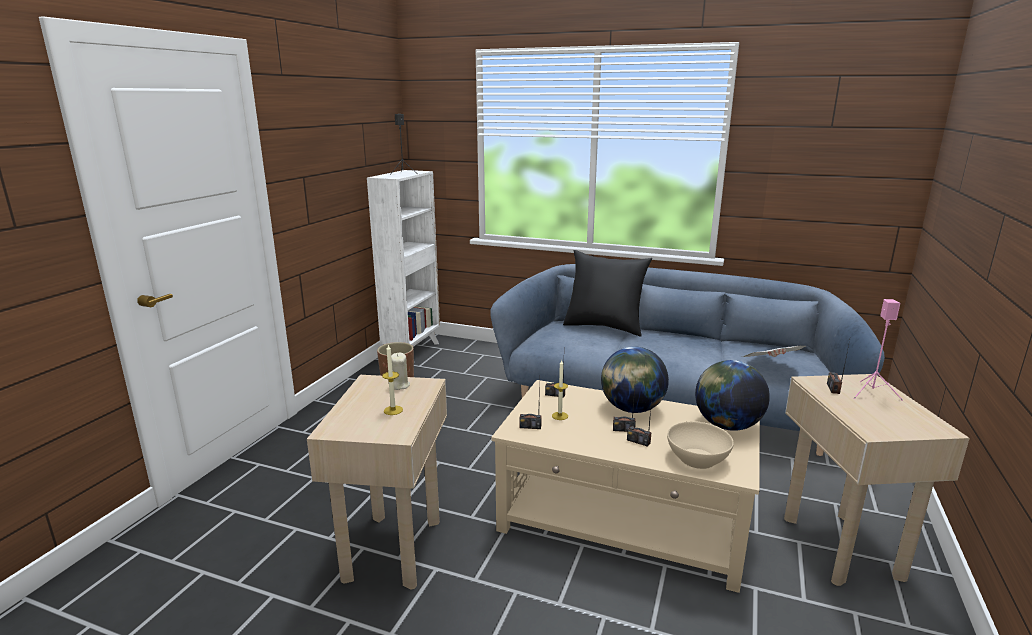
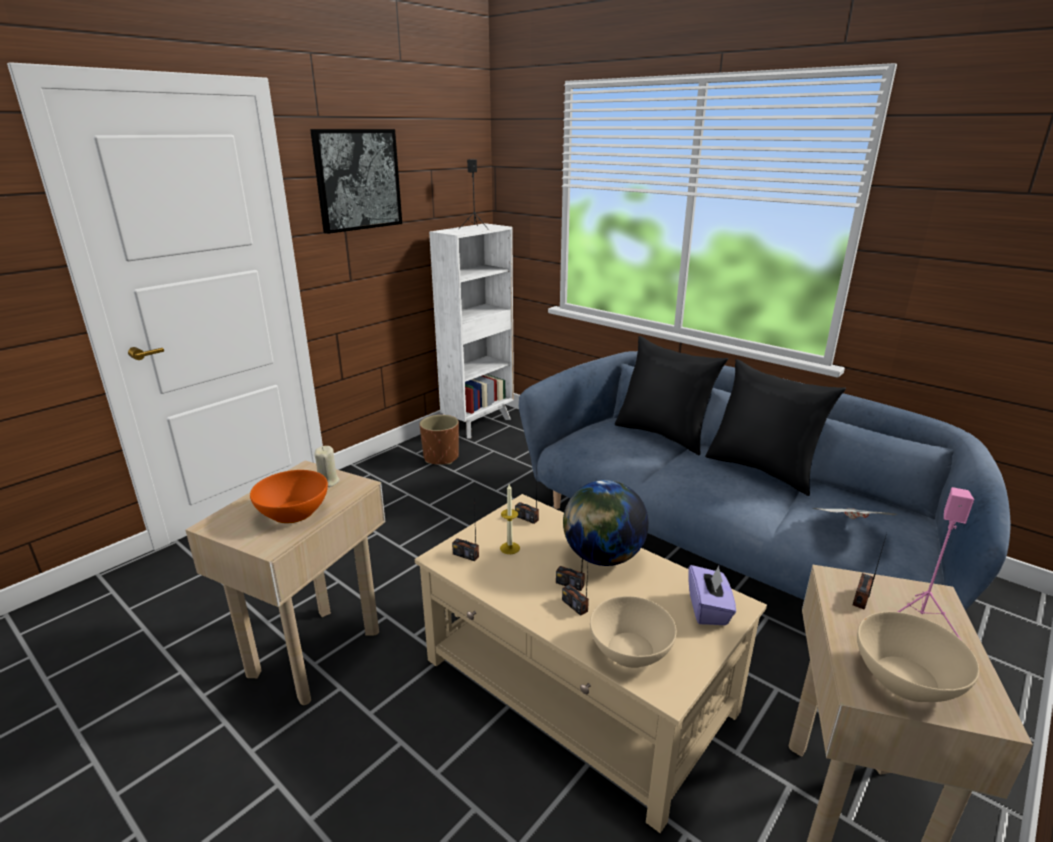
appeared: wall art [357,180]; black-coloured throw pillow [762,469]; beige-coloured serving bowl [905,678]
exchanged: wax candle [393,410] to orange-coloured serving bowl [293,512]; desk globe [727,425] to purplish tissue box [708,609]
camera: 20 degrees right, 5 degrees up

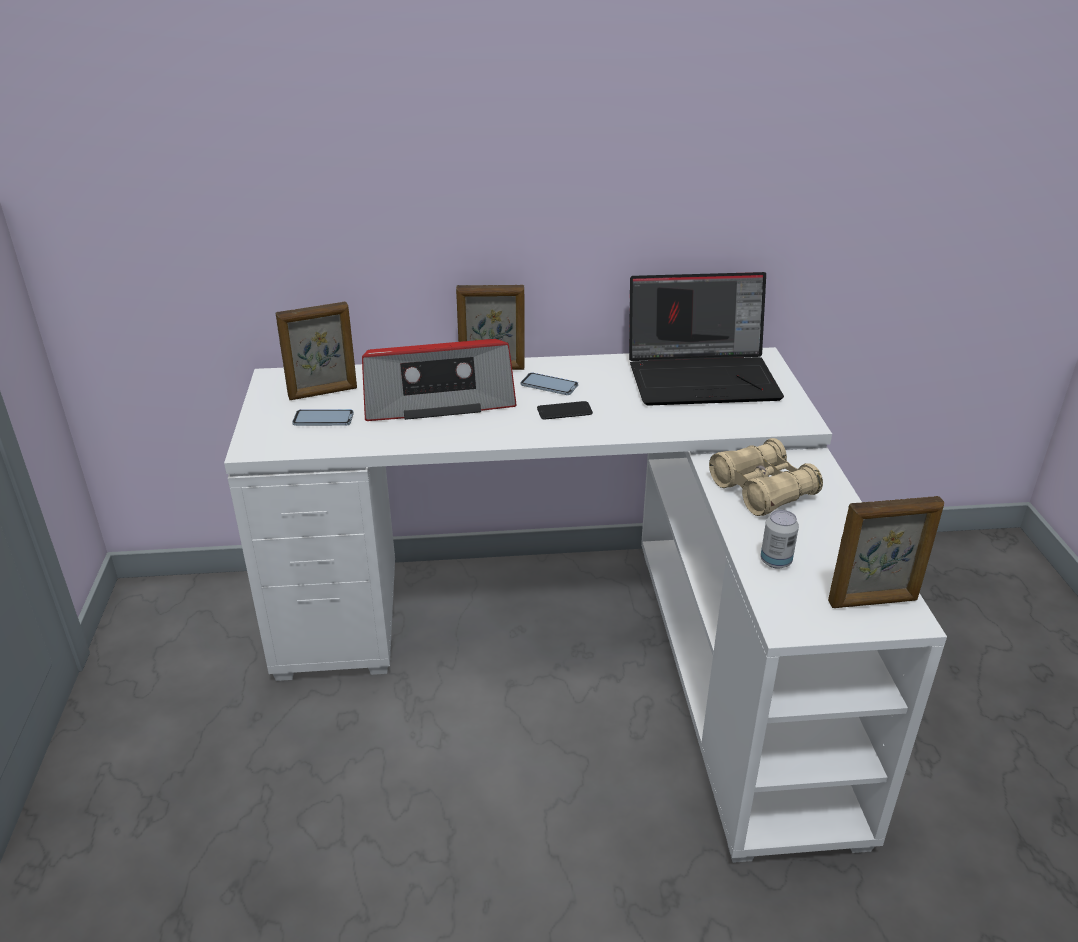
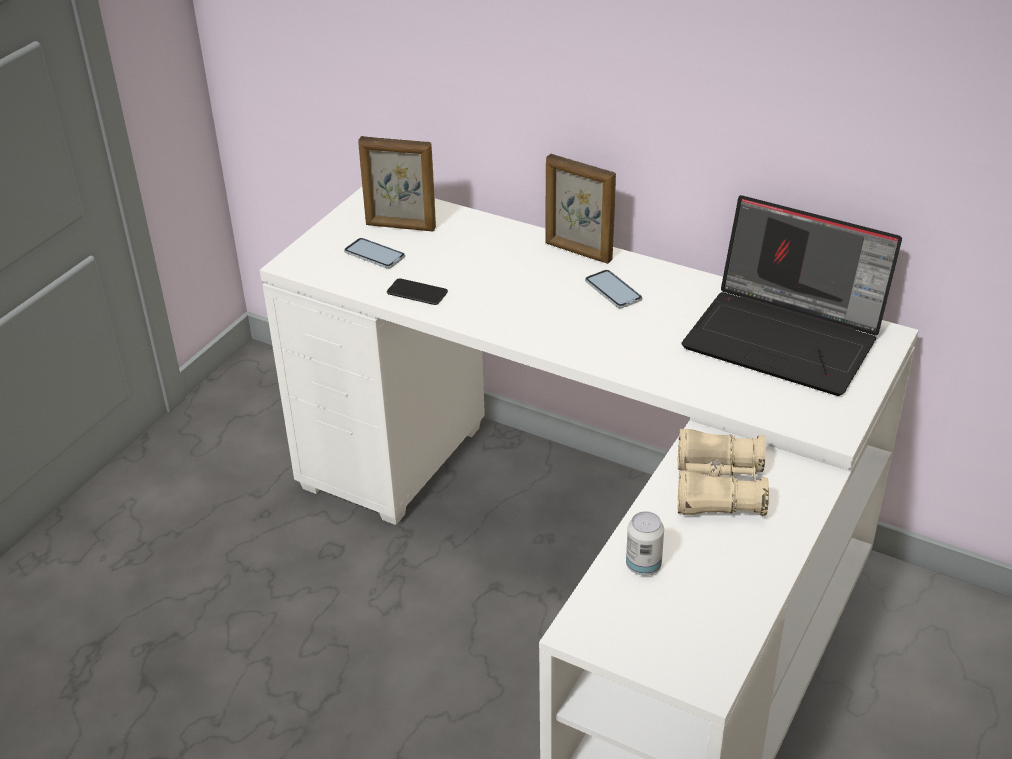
missing: radio set [438,398]; picture frame [873,601]
relocated: handset [564,411] to [417,293]
camera: 35 degrees right, 5 degrees up

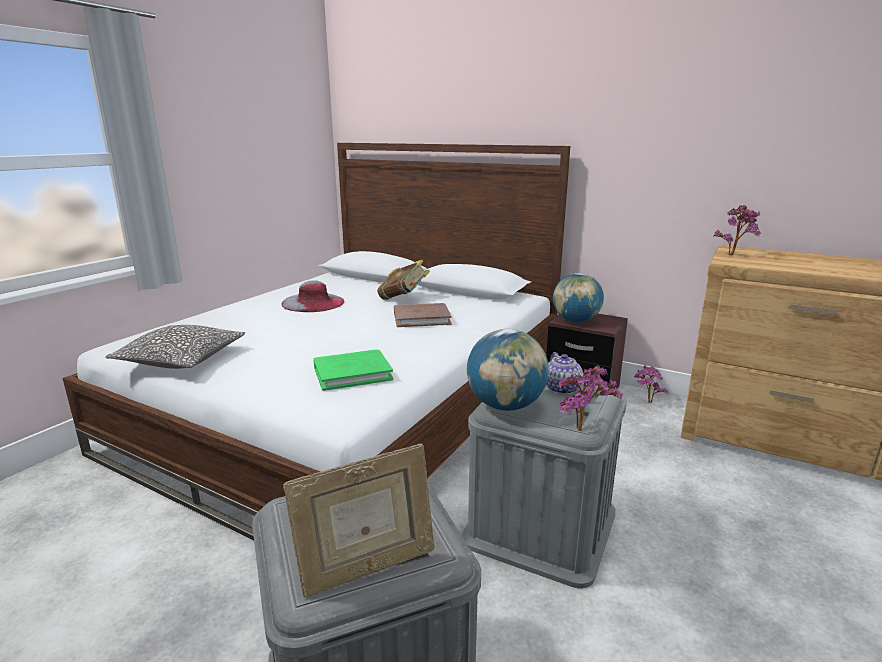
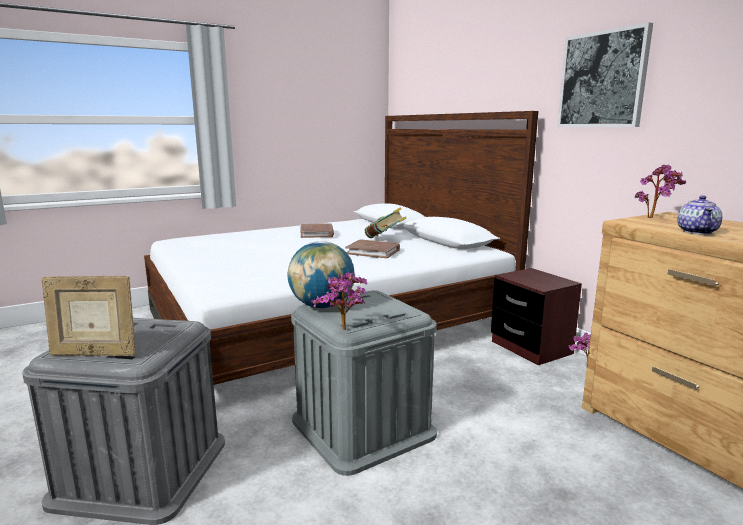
missing: throw pillow [182,359]; green-coloured book [352,373]; desk globe [575,321]
appeared: wall art [602,80]
relocated: tea pot [562,388] to [697,231]
exchanged: gray wearable hat [313,302] to brown book [317,233]
camera: 30 degrees right, 5 degrees down

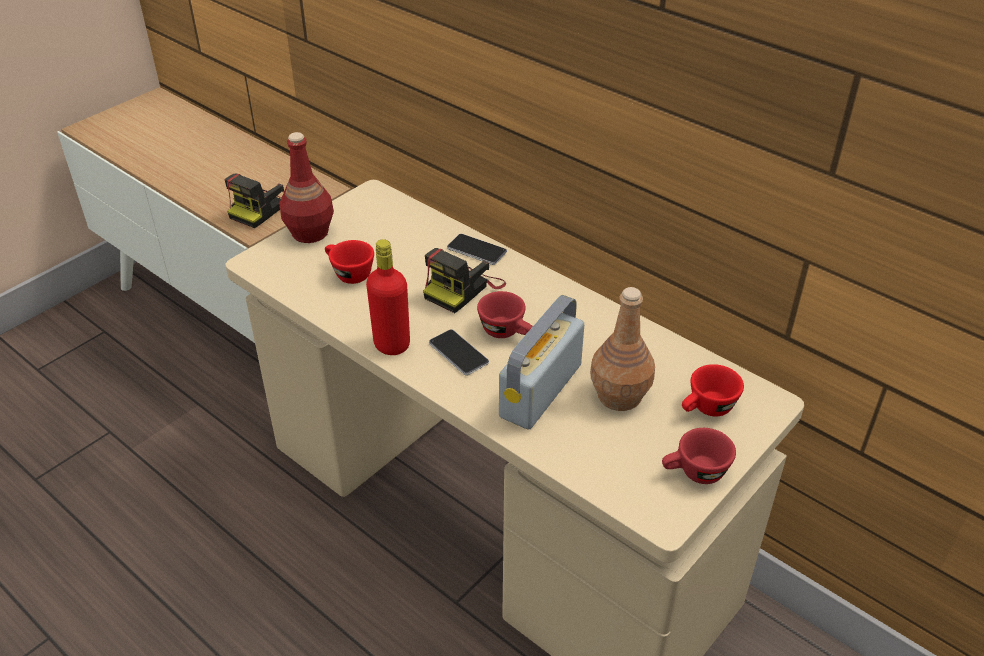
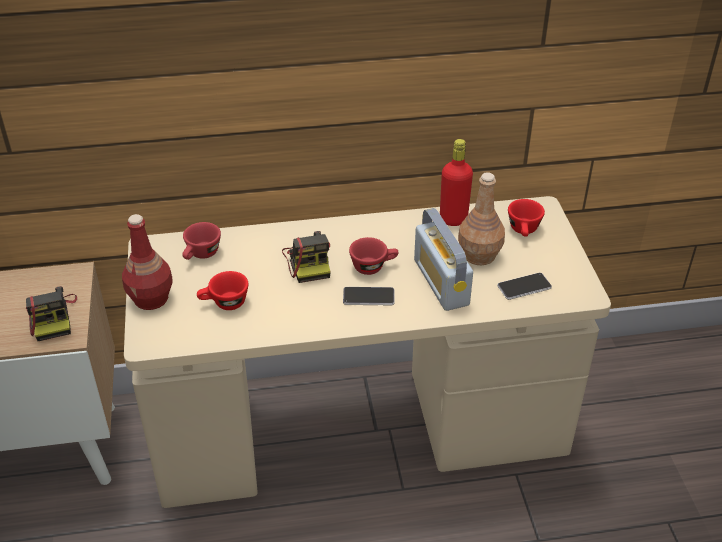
relocated: red-coloured small cup [694,473] to [201,255]; red-coloured bottle [392,344] to [453,219]; handset [476,250] to [524,287]
camera: 50 degrees left, 0 degrees up

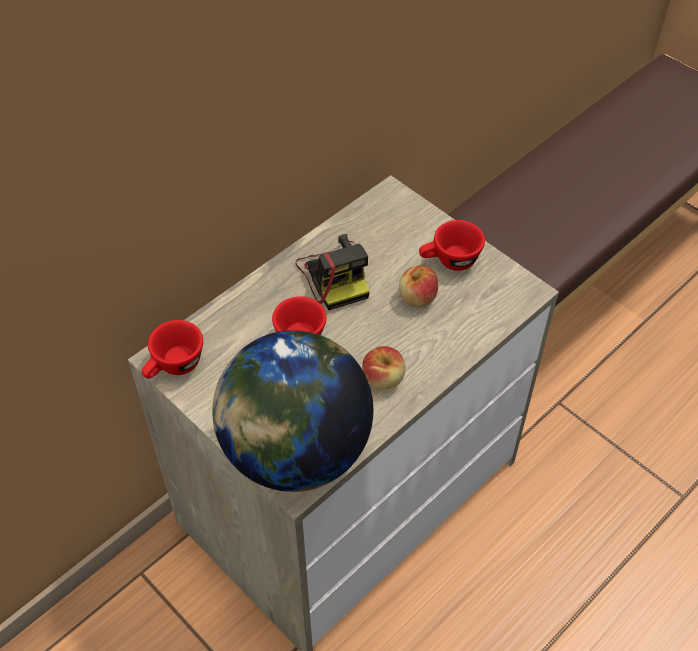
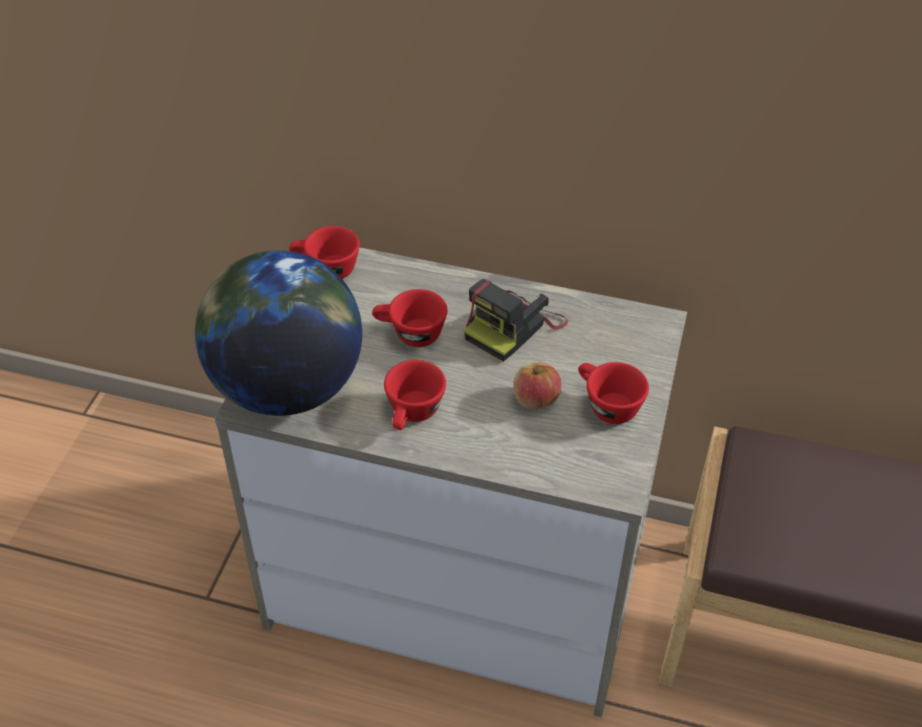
exchanged: apple fruit [383,378] to red-coloured small cup [413,415]
camera: 60 degrees right, 5 degrees down

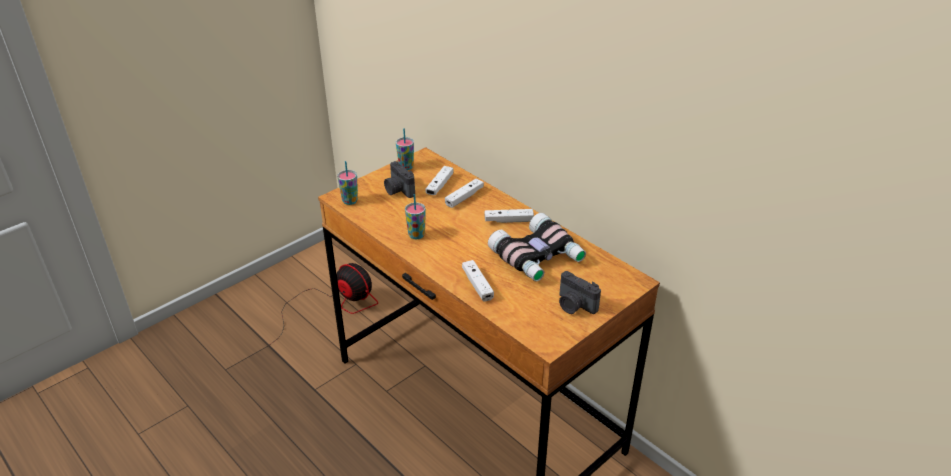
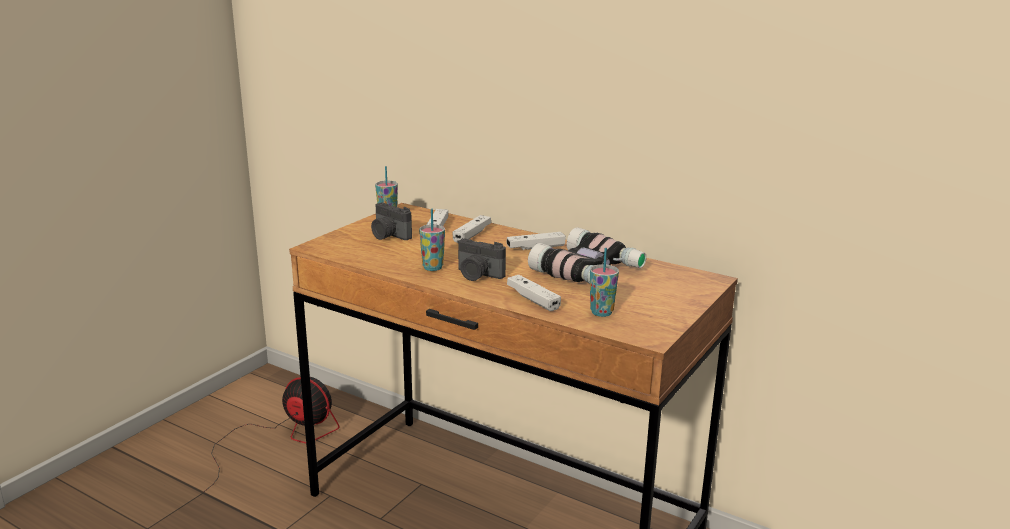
relocated: still camera [574,305] to [478,275]; small cup [350,201] to [601,312]
camera: 15 degrees left, 15 degrees down

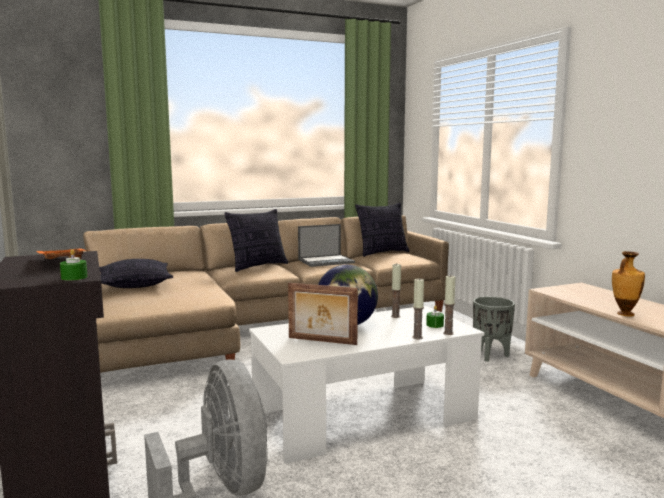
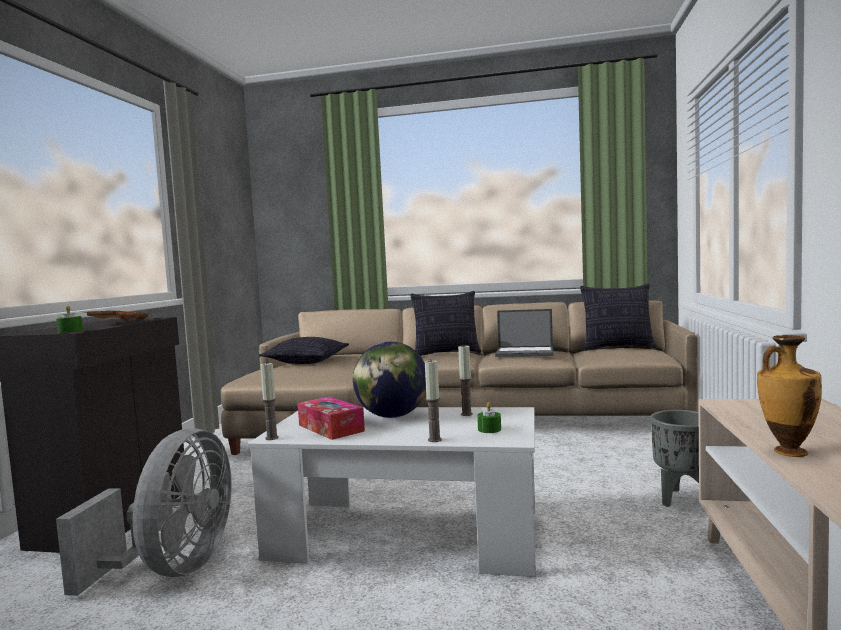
relocated: wax candle [448,333] to [272,438]
exchanged: picture frame [322,341] to tissue box [331,428]
camera: 35 degrees right, 5 degrees down

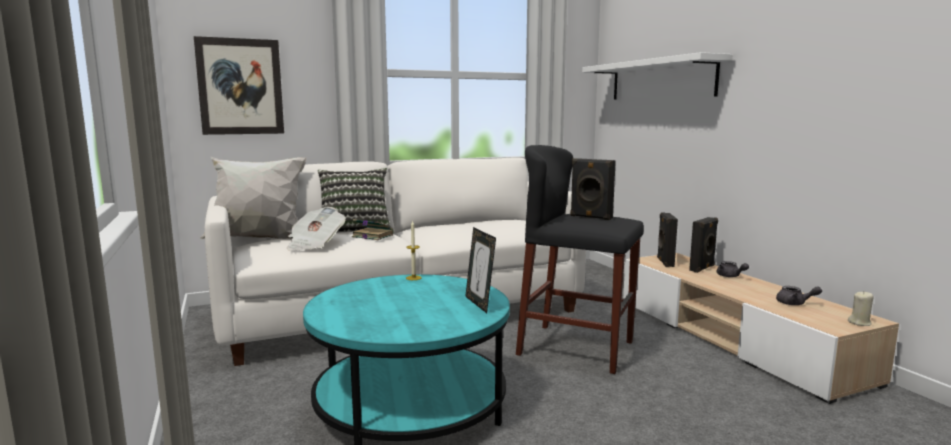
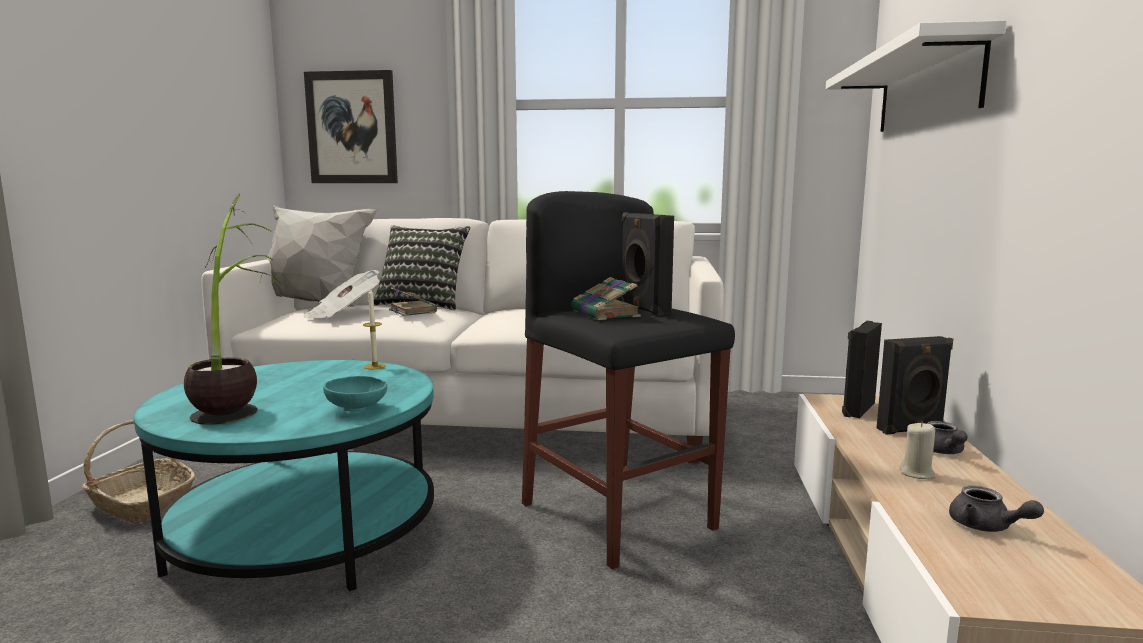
appeared: household basket [141,504]; potted plant [238,402]; book [606,314]
relocated: beige-coloured wax candle [859,323] to [917,473]
exchanged: picture frame [479,304] to turquoise serving bowl [357,409]
camera: 30 degrees right, 0 degrees up

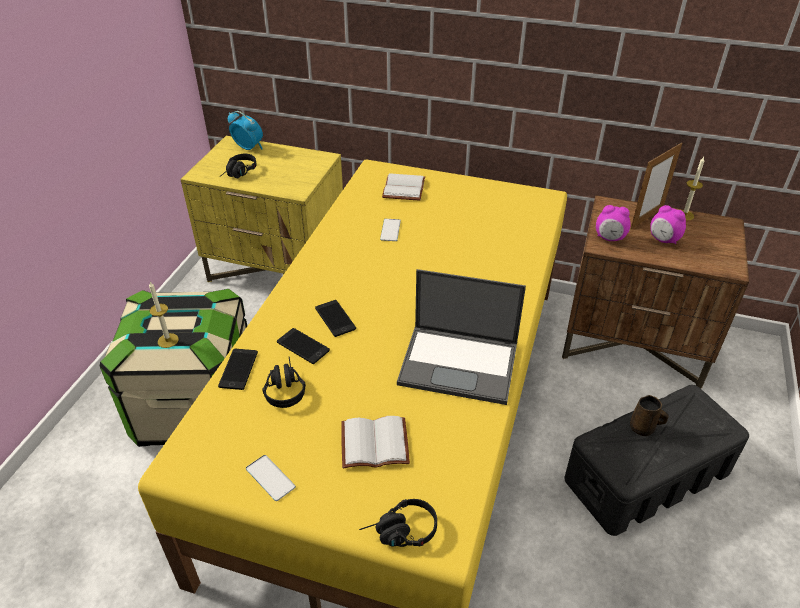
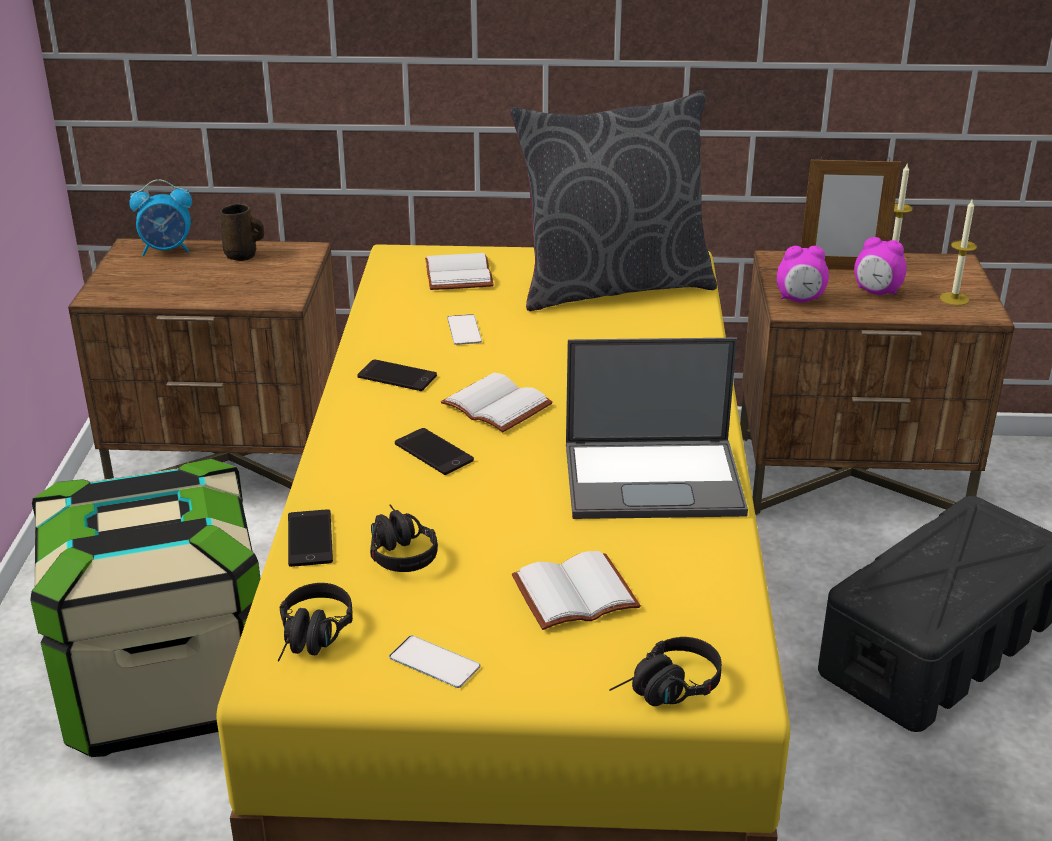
appeared: white-coloured book [499,405]; gray throw pillow [613,286]
relocated: brown mug [643,428] to [243,256]; black-coloured pair of headphones [239,173] to [312,640]; handset [303,346] to [397,376]; wax candle [168,340] to [954,299]
colour: yellowish bedside table [278,269] to brown bedside table [232,461]
spun: bedside clock [248,147] = [167,250] 150 degrees clockwise; picture frame [647,218] = [841,269] 60 degrees clockwise
camera: 15 degrees left, 10 degrees down

